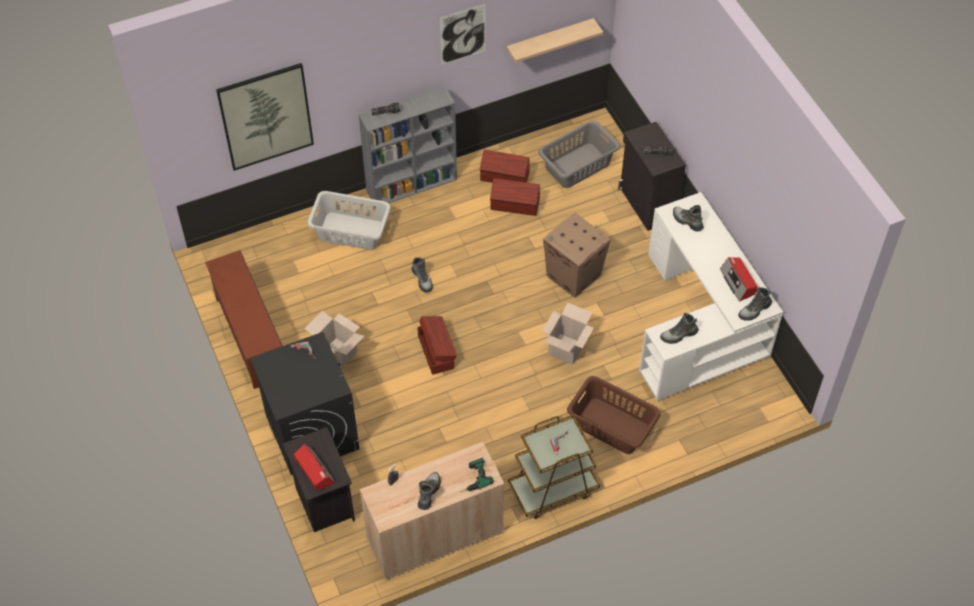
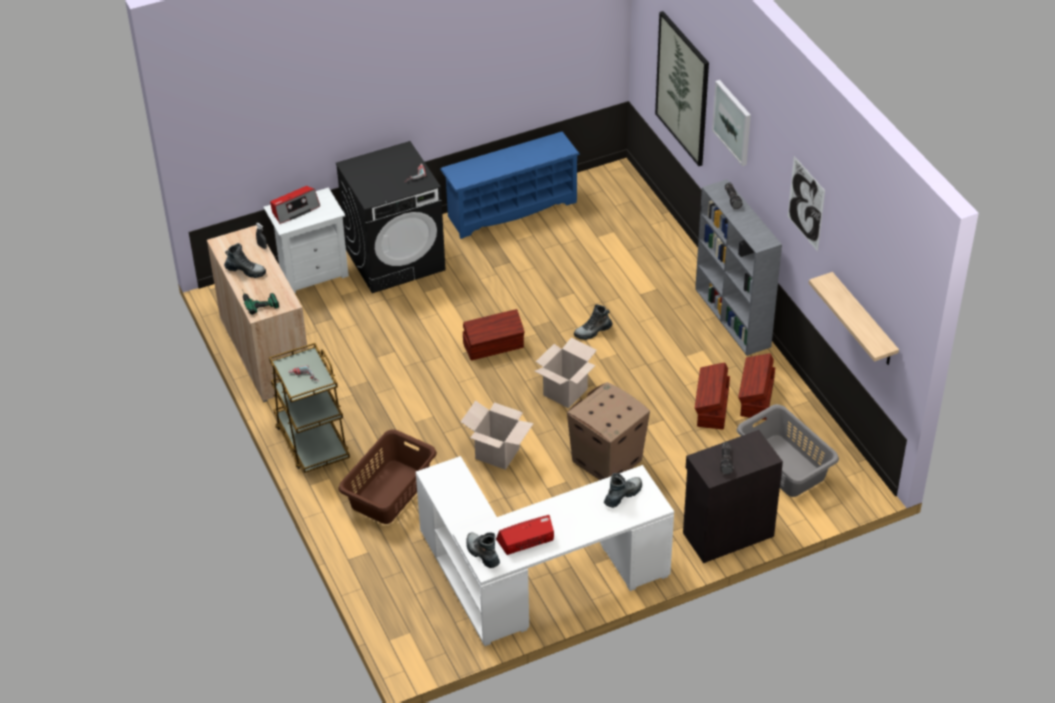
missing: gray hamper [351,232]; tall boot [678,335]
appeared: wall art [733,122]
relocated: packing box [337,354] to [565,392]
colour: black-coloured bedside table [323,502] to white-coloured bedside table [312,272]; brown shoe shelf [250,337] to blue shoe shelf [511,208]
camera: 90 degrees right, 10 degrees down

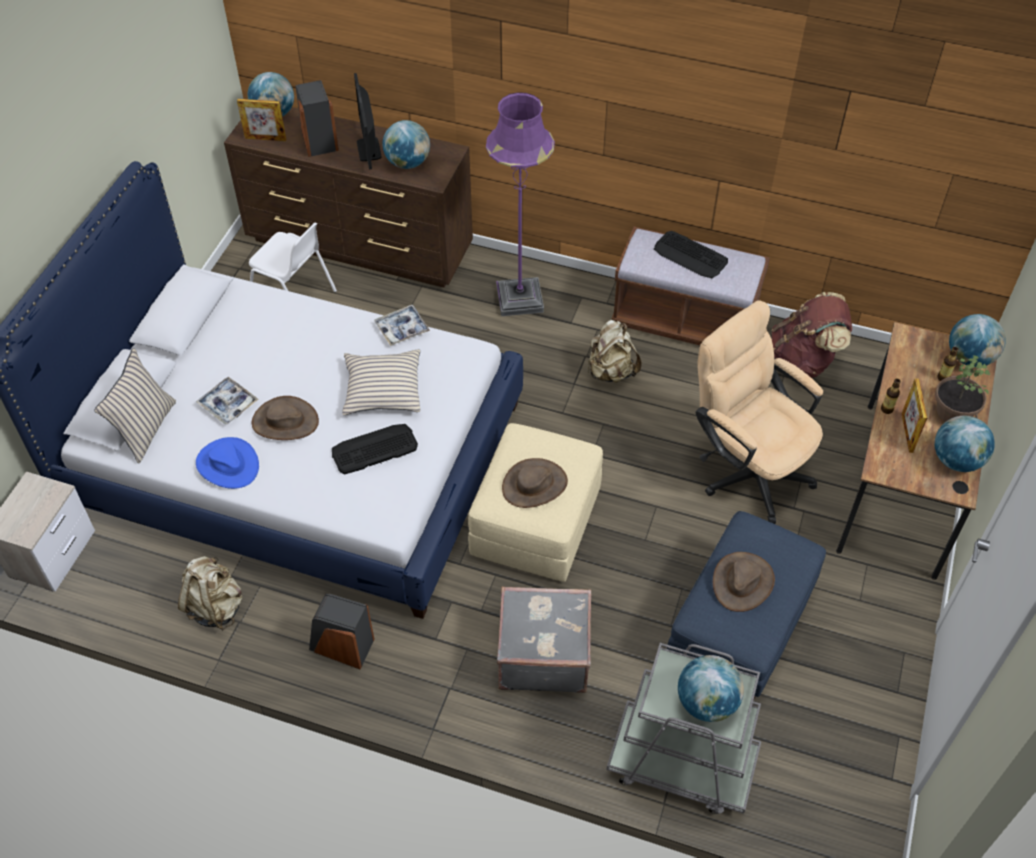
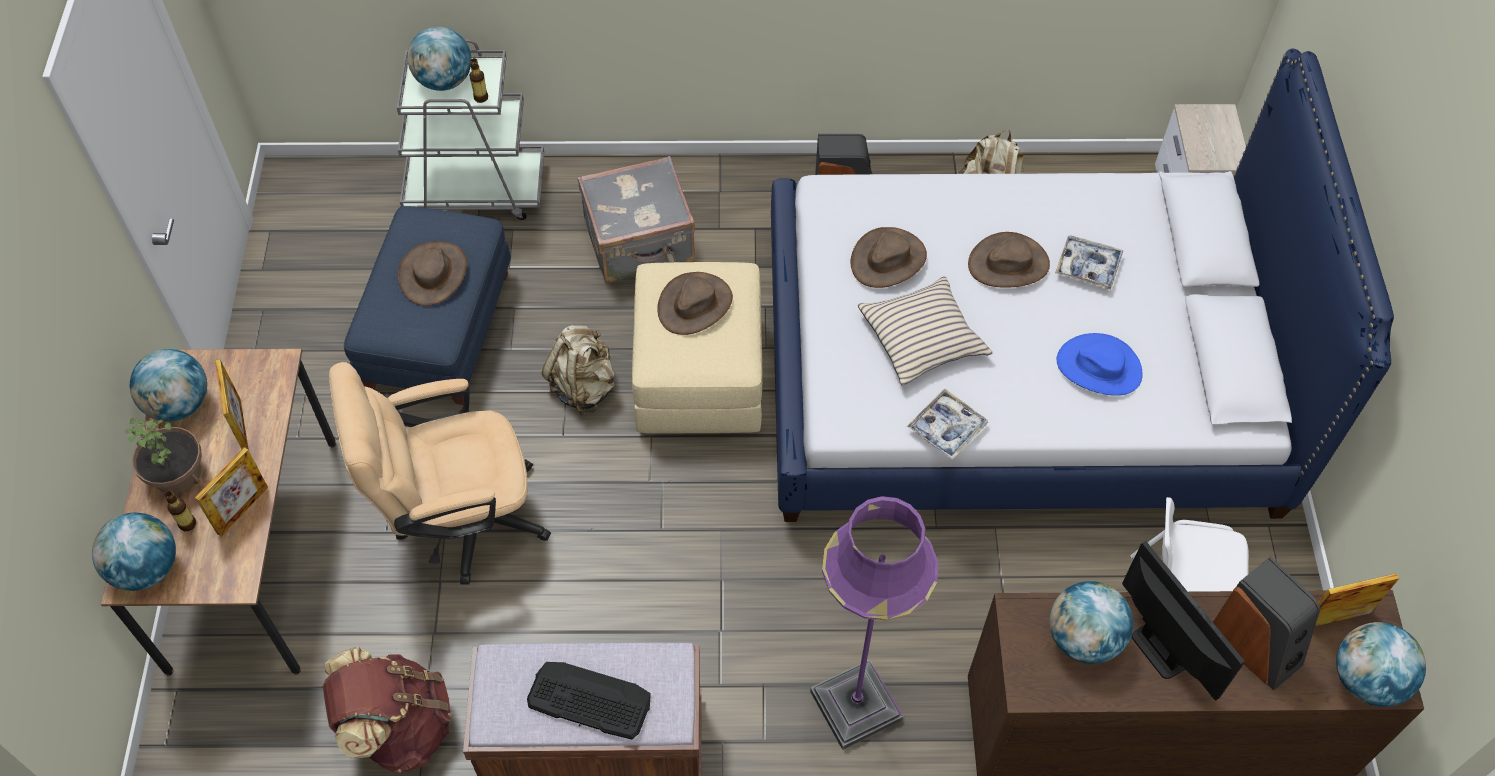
missing: beige-coloured throw pillow [145,429]
appeared: picture frame [242,510]
relocated: bottle [887,409] to [481,97]; beige-coloured knapsack [611,371] to [584,387]; blue wearable hat [227,464] to [1099,367]
exchanged: PC keyboard [374,449] to brown wearable hat [888,259]
spun: beige-coloured office chair [747,468] = [459,521] 135 degrees clockwise
camera: 160 degrees right, 5 degrees up

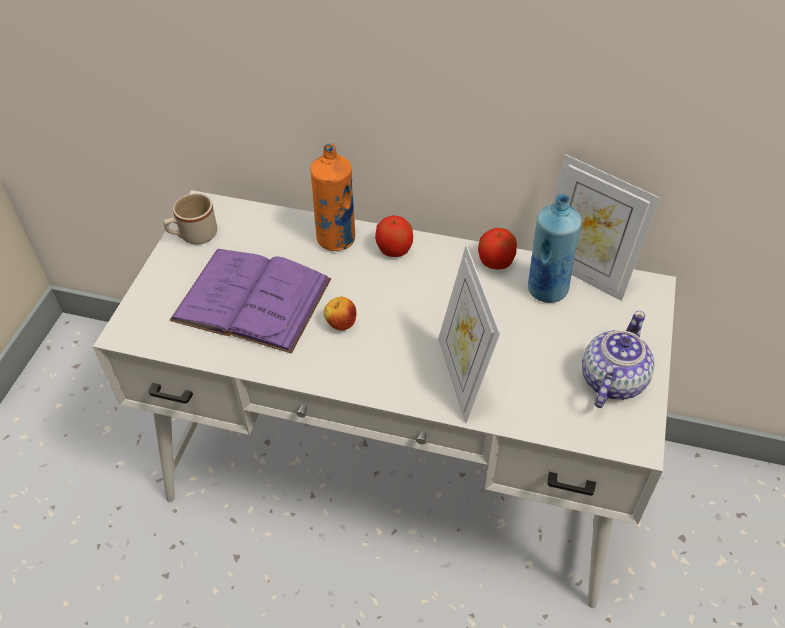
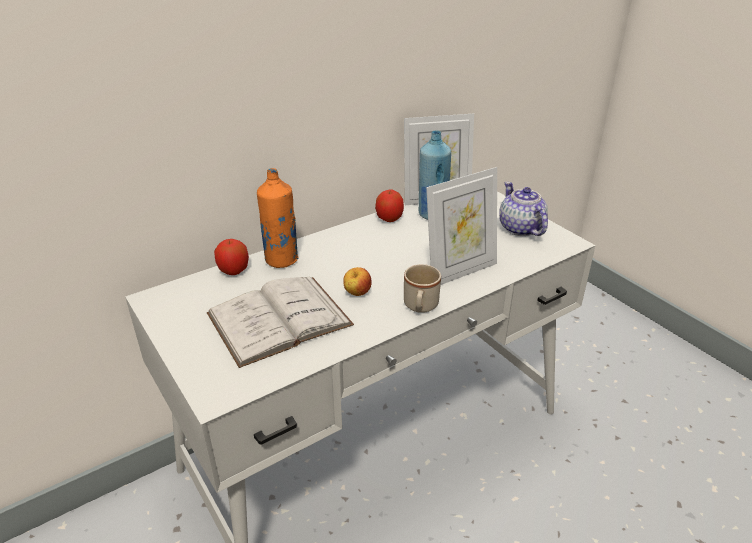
relocated: apple fruit [394,250] to [233,271]; beige-coloured mug [193,236] to [420,307]
colour: purplish book [252,299] to white-coloured book [279,319]
spun: picture frame [462,377] = [460,271] 60 degrees counterclockwise
camera: 50 degrees left, 15 degrees down

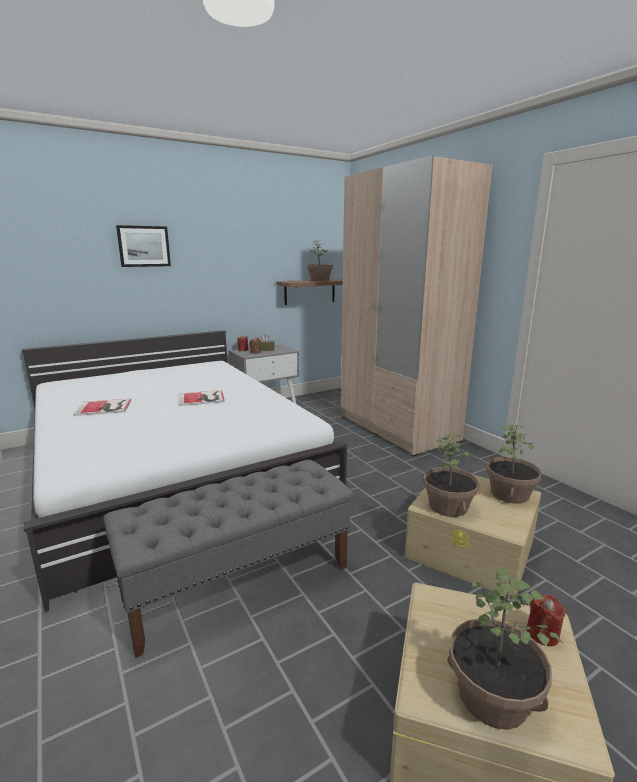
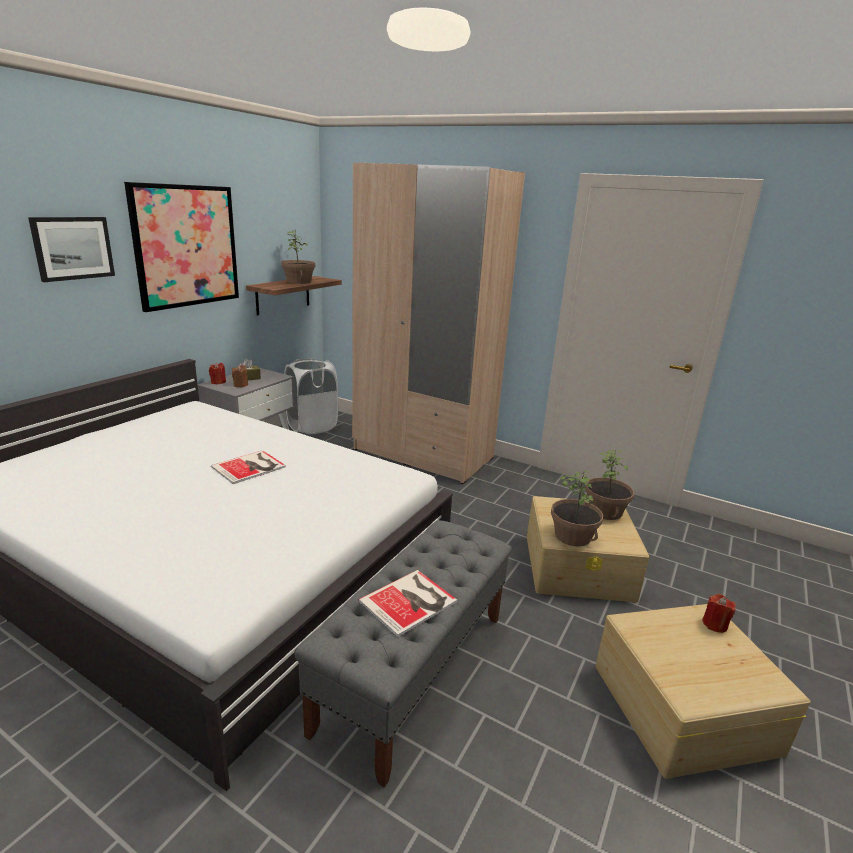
missing: potted plant [492,697]
appeared: wall art [186,246]; white-coloured hamper [312,426]
relocated: book [105,407] to [411,601]
camera: 30 degrees left, 5 degrees up

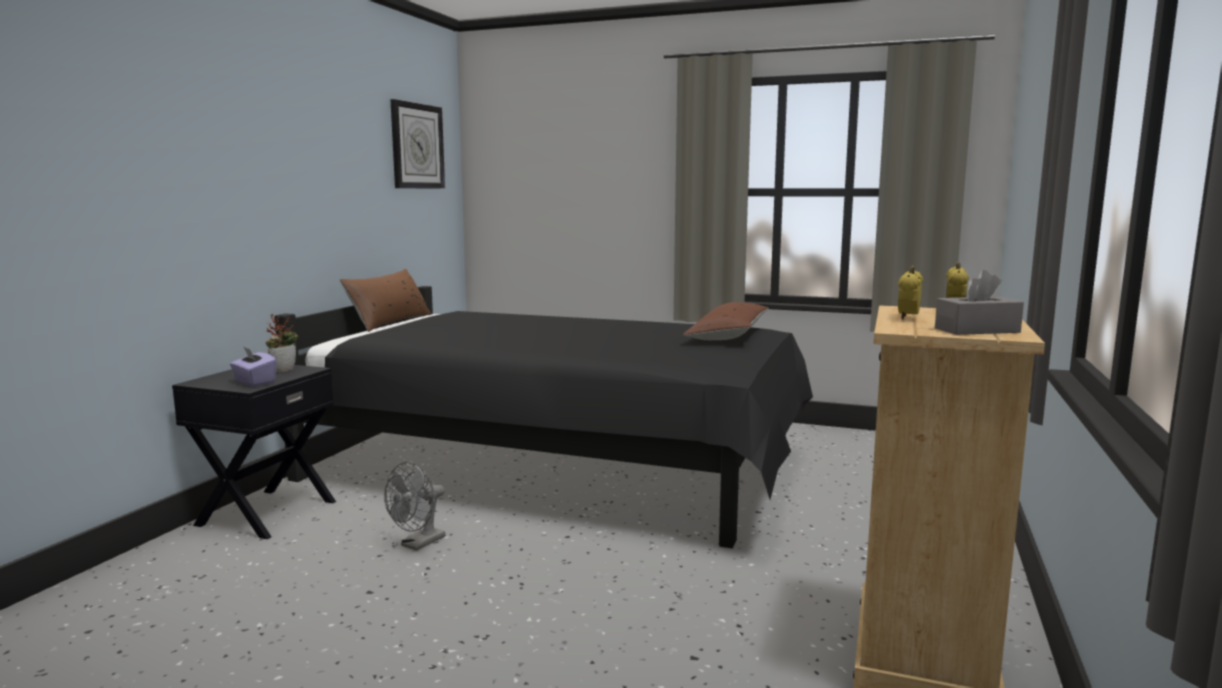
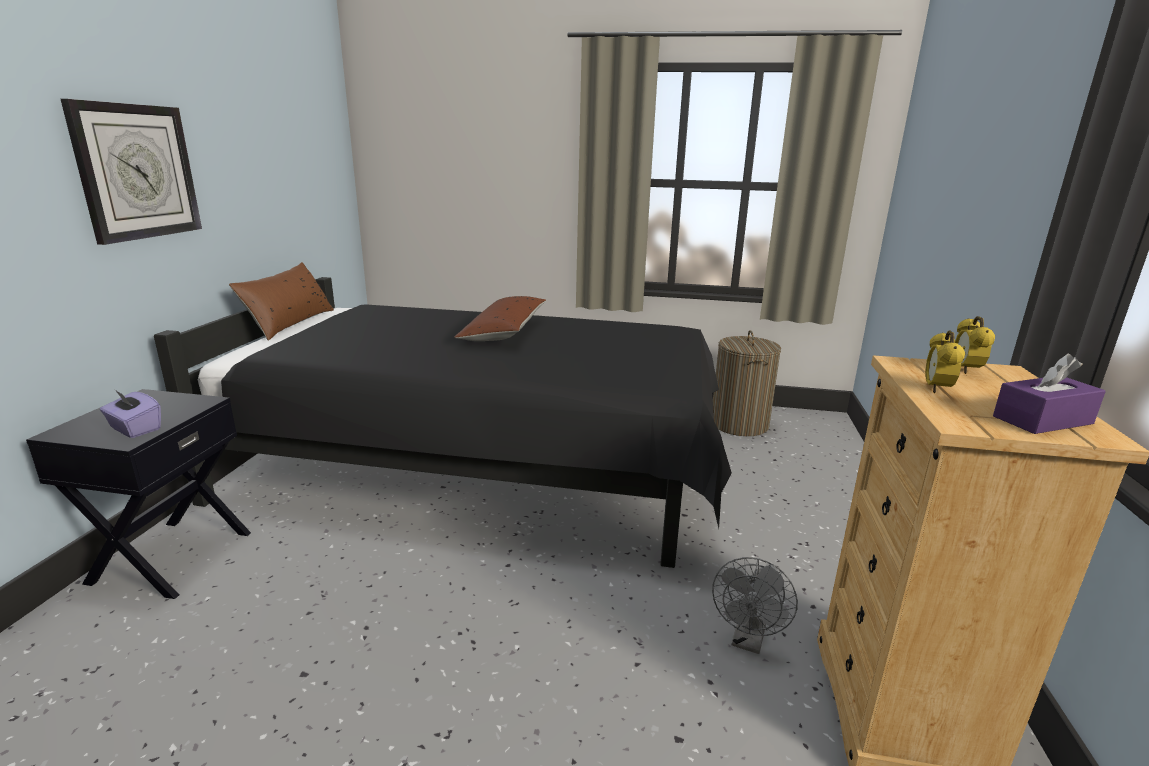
missing: potted plant [284,370]
appeared: hamper [739,424]
relocated: clock on the wall [417,146] to [136,172]; brown throw pillow [728,335] to [504,331]; gray fan [418,544] to [748,641]
colour: gray tissue box [977,330] to purplish tissue box [1042,420]
camera: 10 degrees left, 10 degrees up

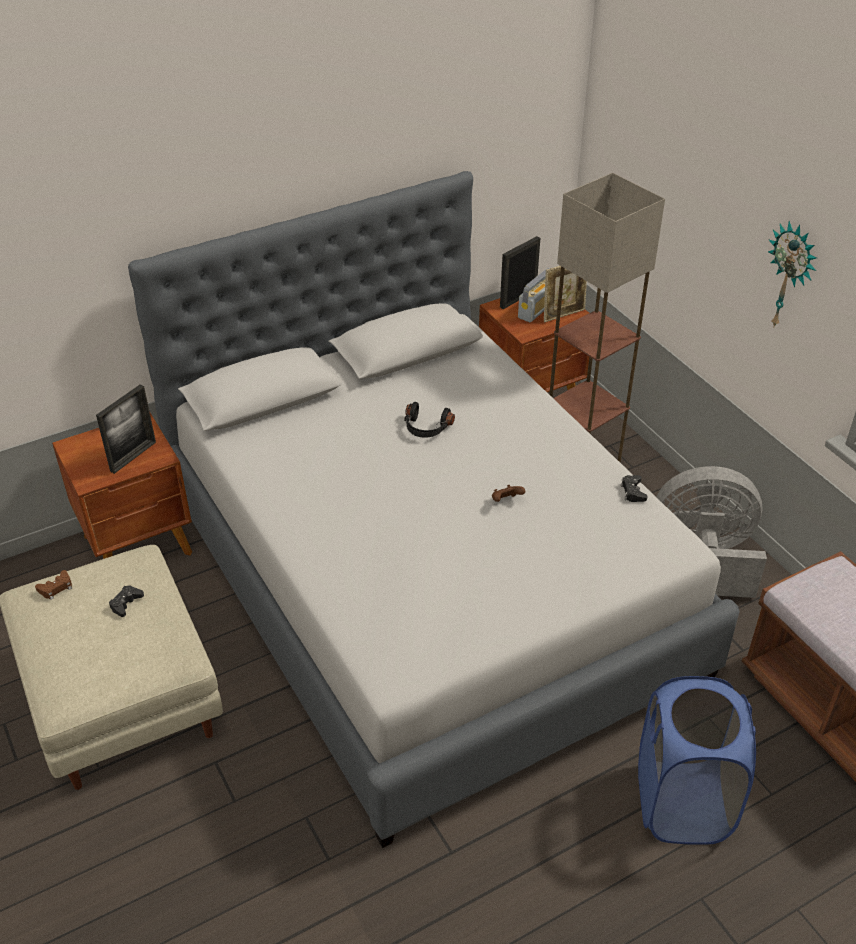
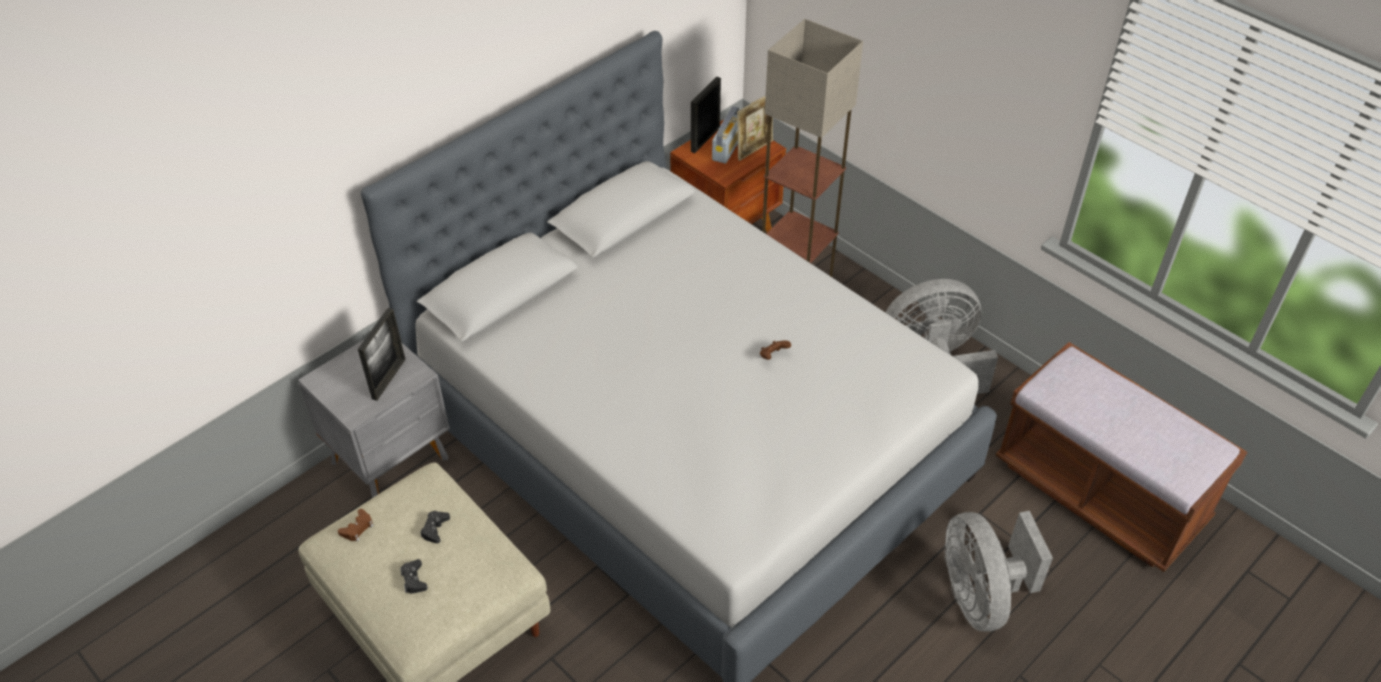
missing: black-coloured pair of headphones [426,428]; clock on the wall [790,276]
relocated: black-coloured joypad [633,492] to [414,579]
exchanged: blue hamper [682,803] to gray fan [980,596]
colour: brown bedside table [140,546] to gray bedside table [392,461]
camera: 15 degrees left, 5 degrees up

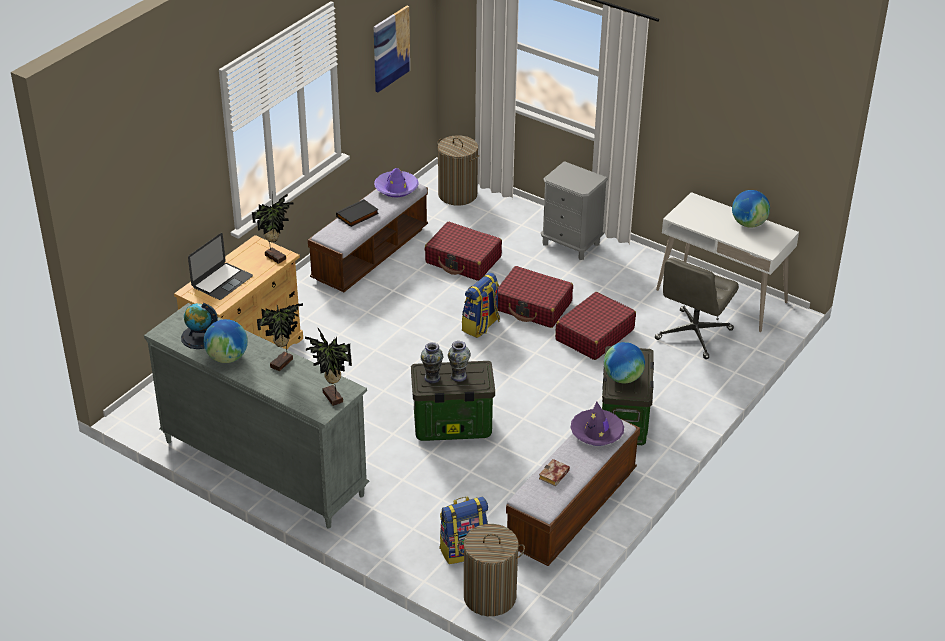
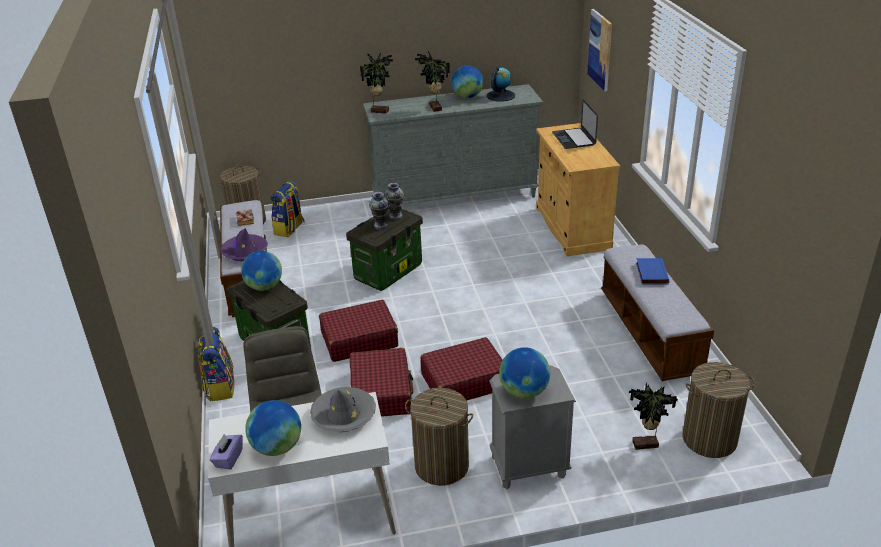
missing: purplish wearable hat [396,188]
appeared: purplish tissue box [228,459]; gray wearable hat [343,415]; hamper [441,466]; desk globe [523,392]
relocated: knapsack [481,326] to [219,387]; red-coloured suitcase [463,260] to [359,340]; wall art [391,48] to [600,49]; potted plant [276,256] to [646,446]
colour: black-coloured book [357,215] to blue book [650,273]
camera: 135 degrees right, 5 degrees down

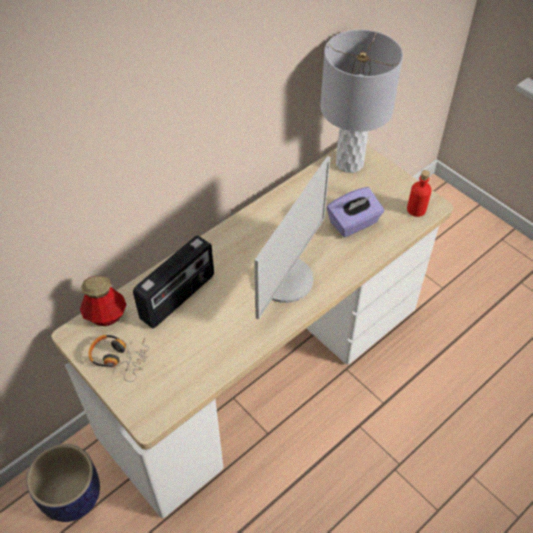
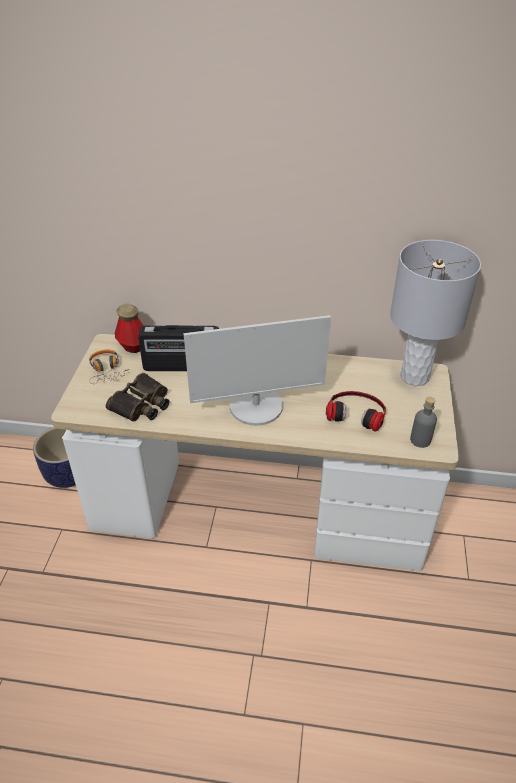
appeared: pair of binoculars [142,404]
exchanged: purplish tissue box [353,223] to pair of headphones [356,412]
colour: red-coloured bottle [416,209] to gray bottle [420,440]
camera: 50 degrees right, 10 degrees down

